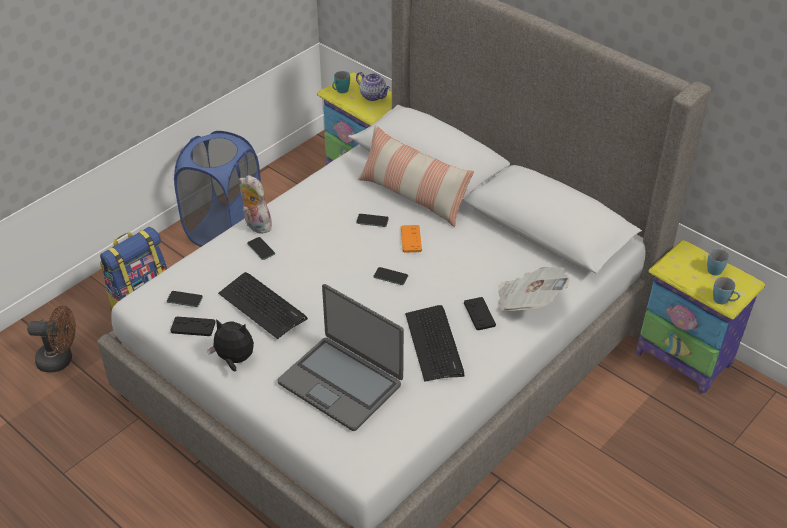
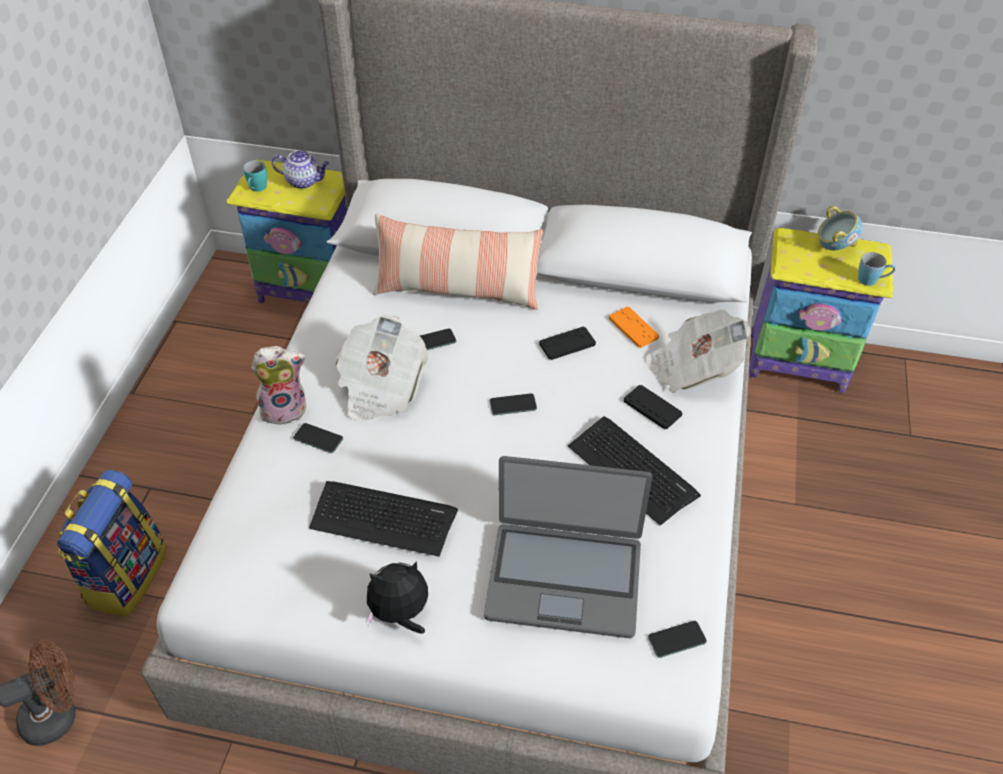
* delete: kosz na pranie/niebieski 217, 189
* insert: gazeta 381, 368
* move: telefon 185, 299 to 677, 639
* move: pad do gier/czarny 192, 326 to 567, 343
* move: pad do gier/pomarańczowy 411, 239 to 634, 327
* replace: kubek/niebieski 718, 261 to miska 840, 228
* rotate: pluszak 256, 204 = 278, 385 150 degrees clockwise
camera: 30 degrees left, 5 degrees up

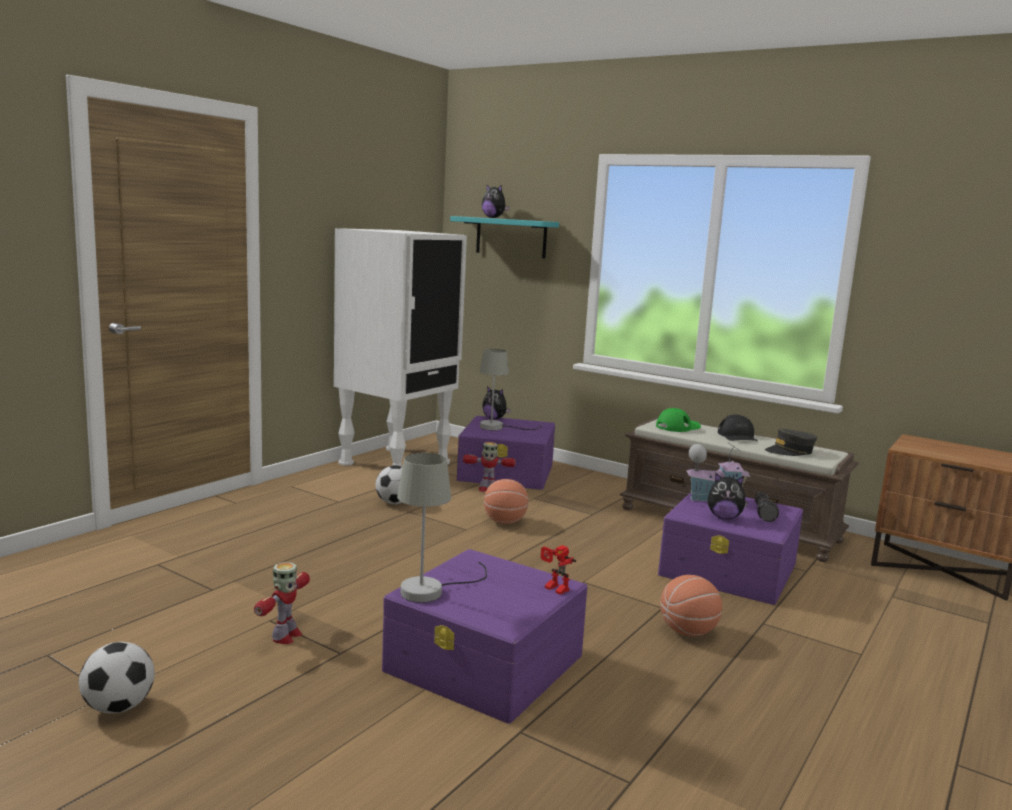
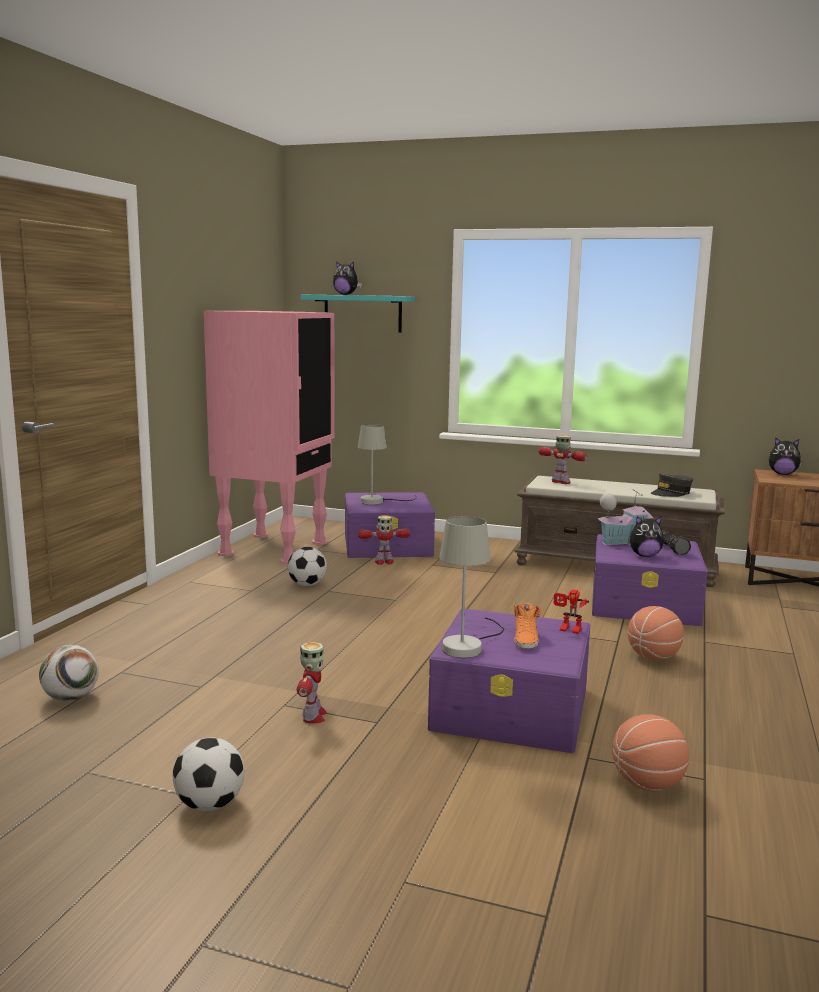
* delete: czapka z daszkiem/czarny 738, 428
* insert: piłka futbolowa 69, 673
* insert: but/pomarańczowy 527, 626
* move: pluszak 496, 403 to 785, 456
* move: piłka do koszykówki 506, 501 to 650, 752
* replace: czapka z daszkiem/zielony 678, 420 to robot zabawkowy 562, 459
* recolor: szafka/biały 400, 347 to szafka/różowy 269, 437
camera: 15 degrees left, 0 degrees up

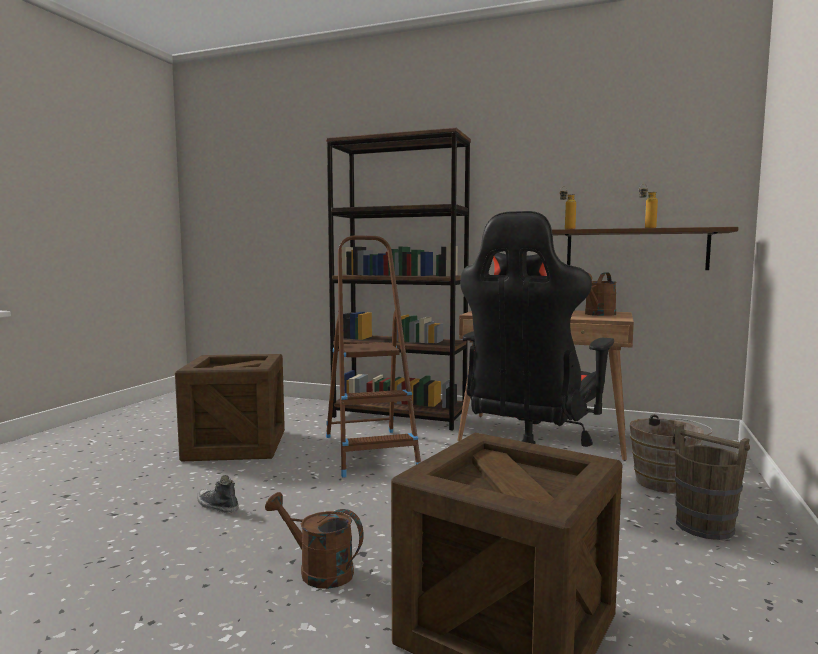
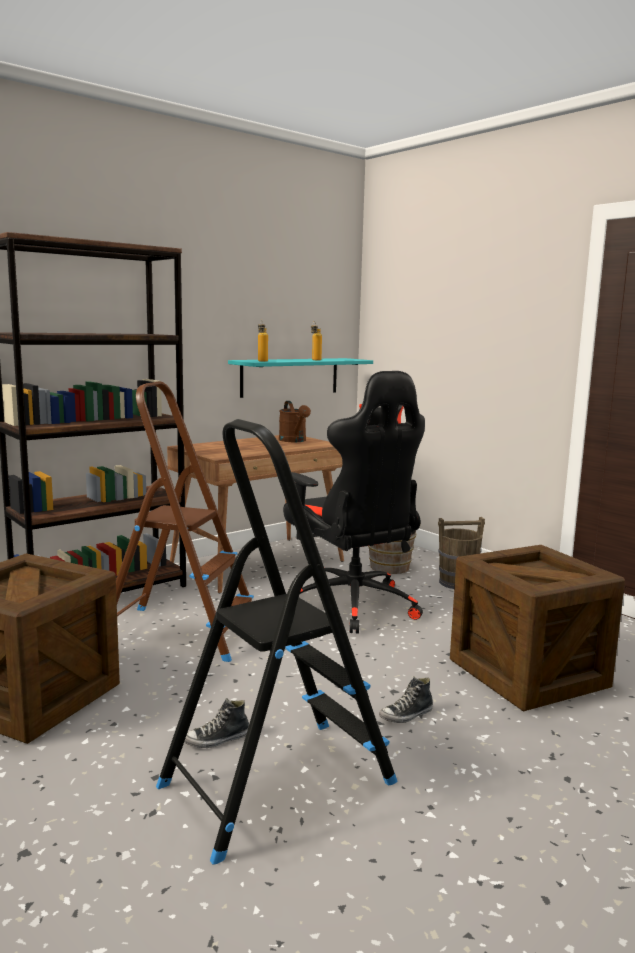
* insert: drabinka/czarny 276, 642
* replace: konewka/brązowy 314, 540 to but 406, 700
* recolor: półka/brązowy 645, 248 to półka/turkusowy 300, 378
camera: 60 degrees left, 5 degrees up

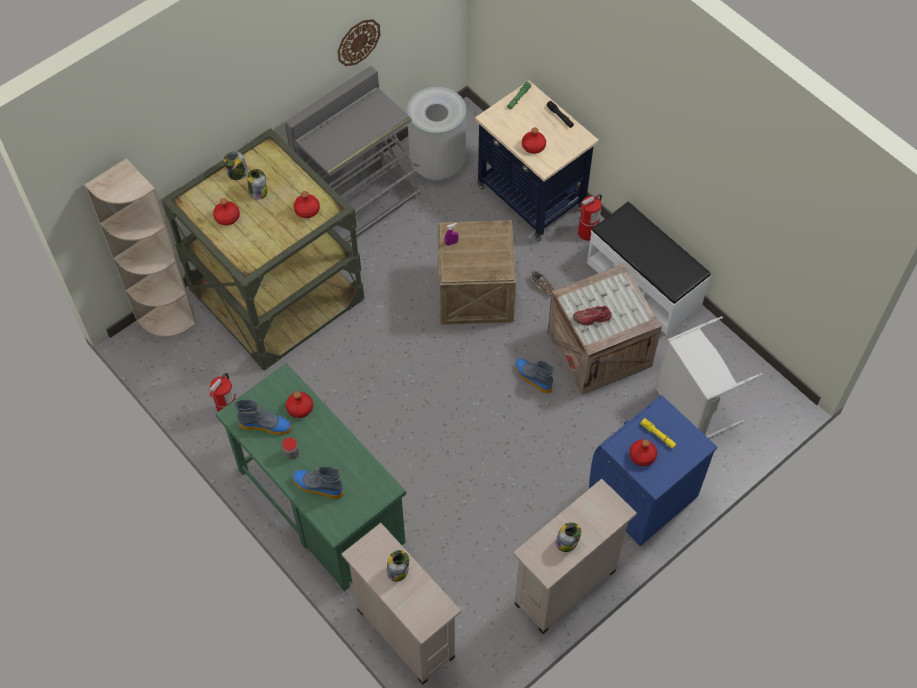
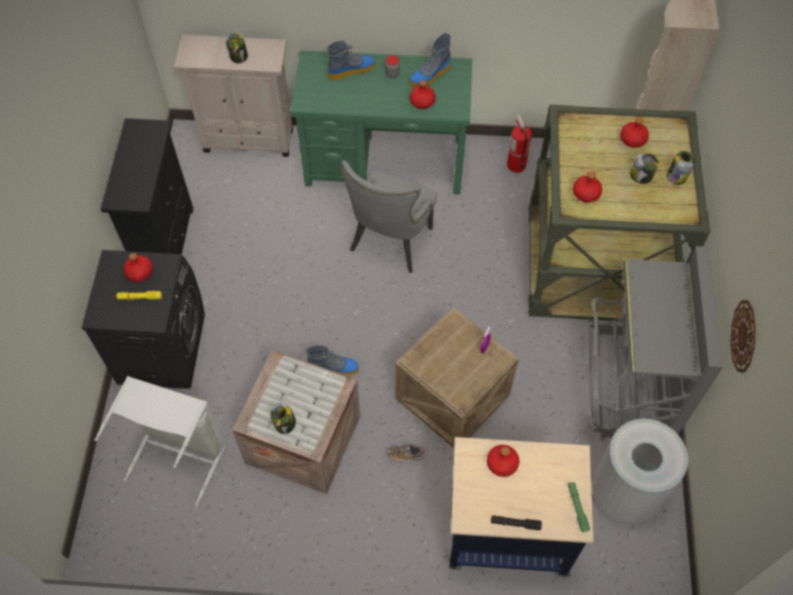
* delete: but/czerwony 592, 315
* delete: gaśnica 590, 217
* delete: ławka/biały 649, 268
* insert: krzesło/szary 389, 216
* move: słoik 568, 537 to 283, 418
* recolor: szafka/beżowy 575, 556 to szafka/czarny 147, 186
* recolor: pralka/niebieski 653, 470 to pralka/czarny 143, 319
camera: 135 degrees right, 0 degrees up

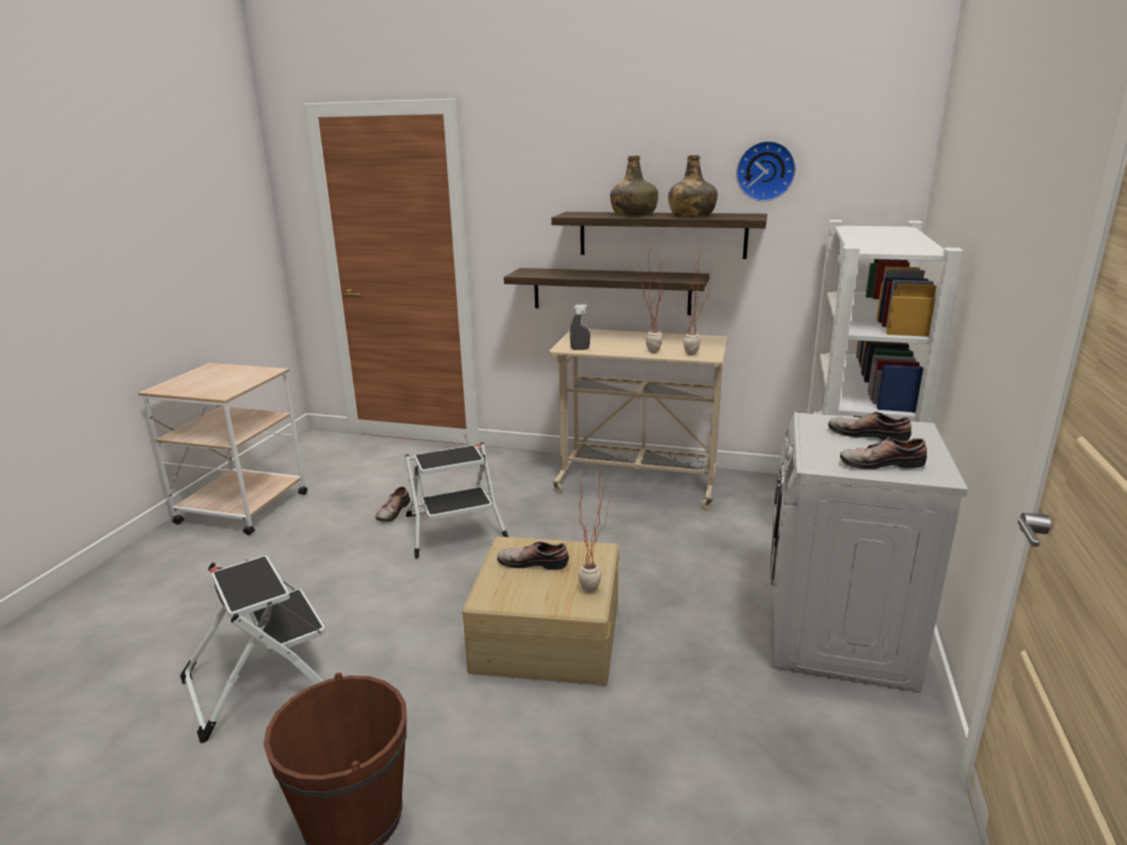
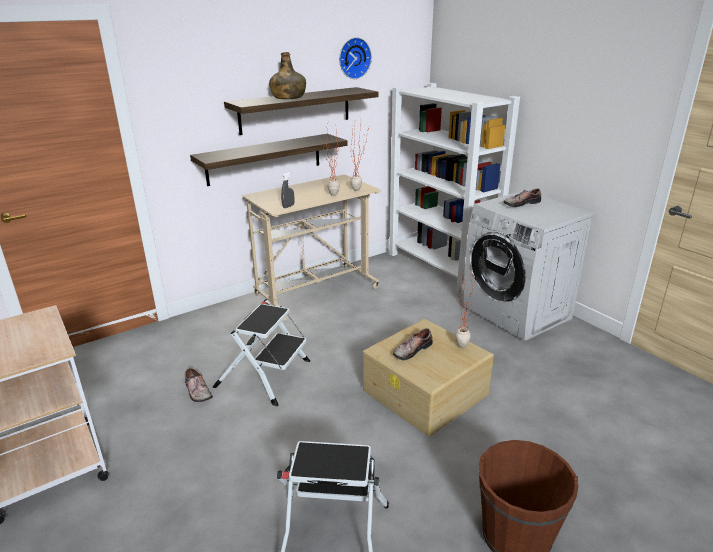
* delete: butelka/zielony 693, 186
* delete: but 883, 453
camera: 50 degrees left, 5 degrees up

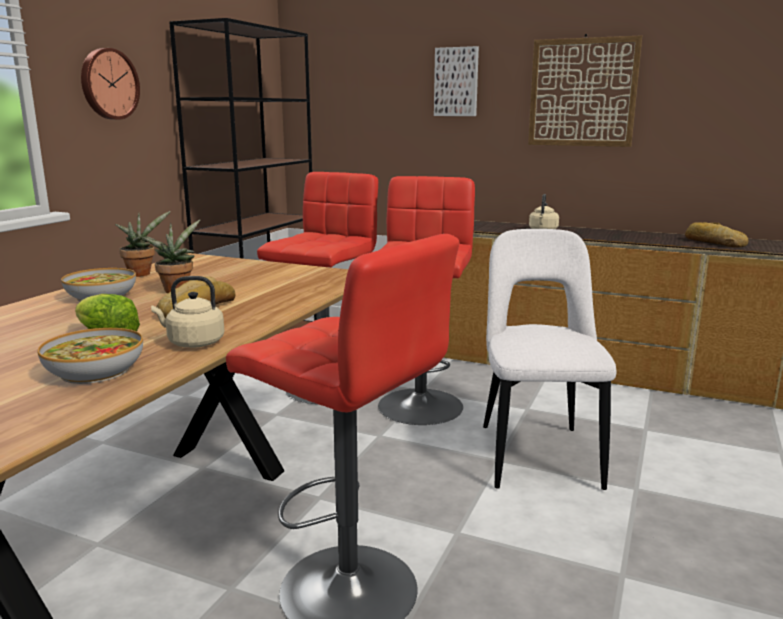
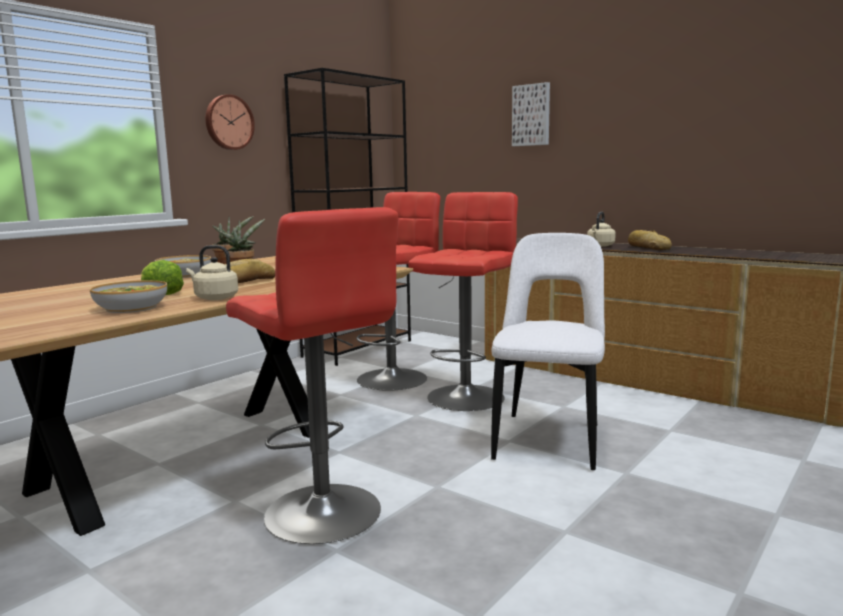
* delete: obraz 585, 90
* move: chleb 716, 235 to 650, 240
camera: 15 degrees right, 5 degrees down

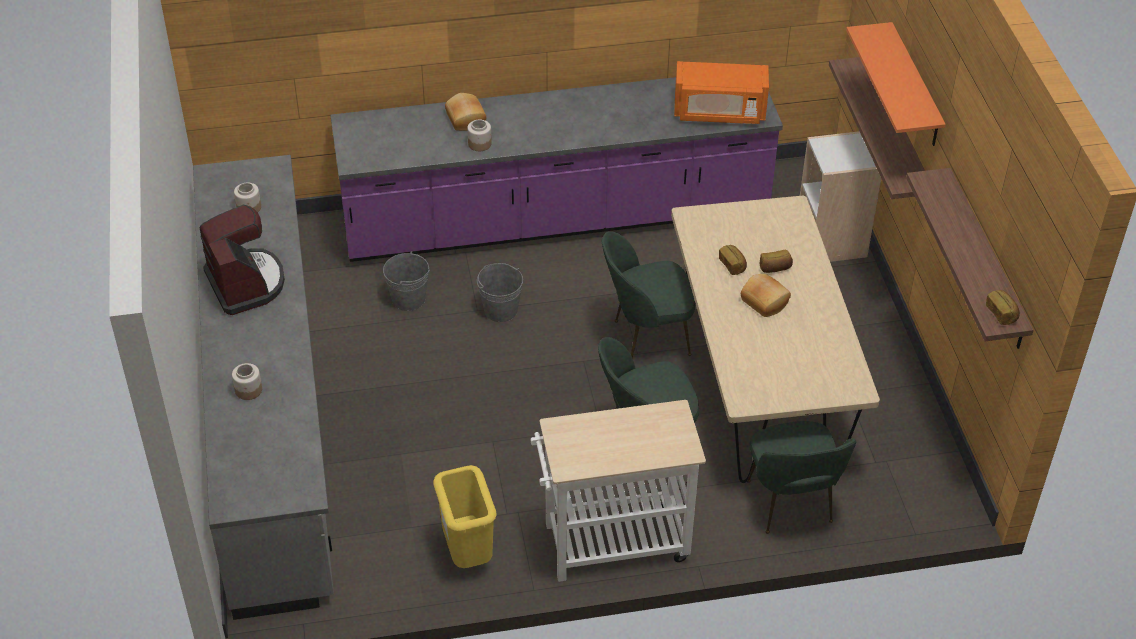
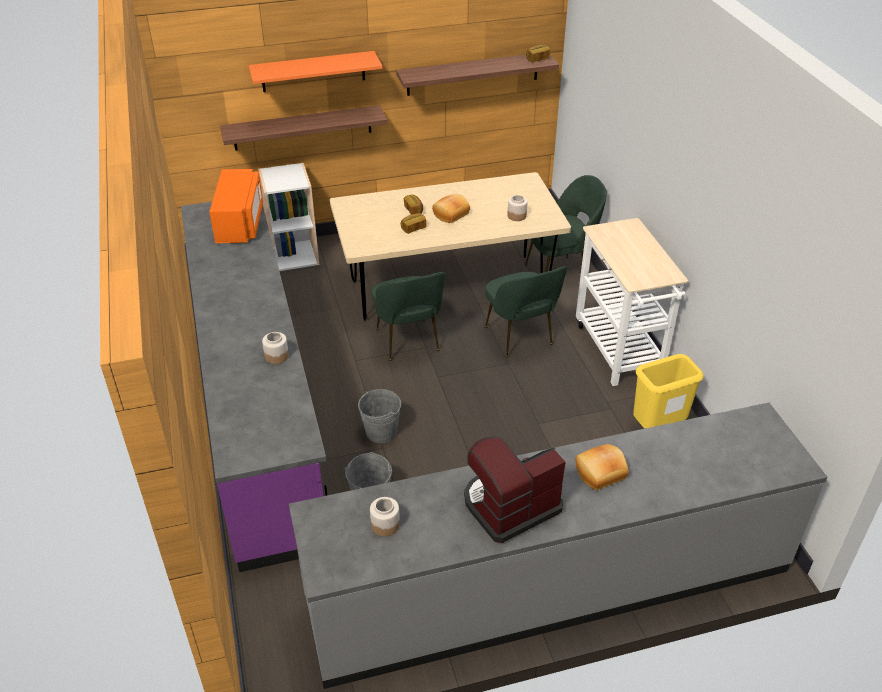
* move: słoik 247, 381 to 517, 208
* move: chleb 465, 112 to 602, 467
camera: 95 degrees left, 5 degrees down

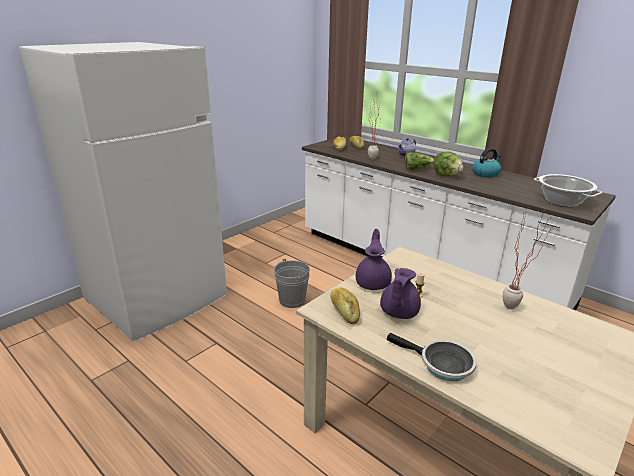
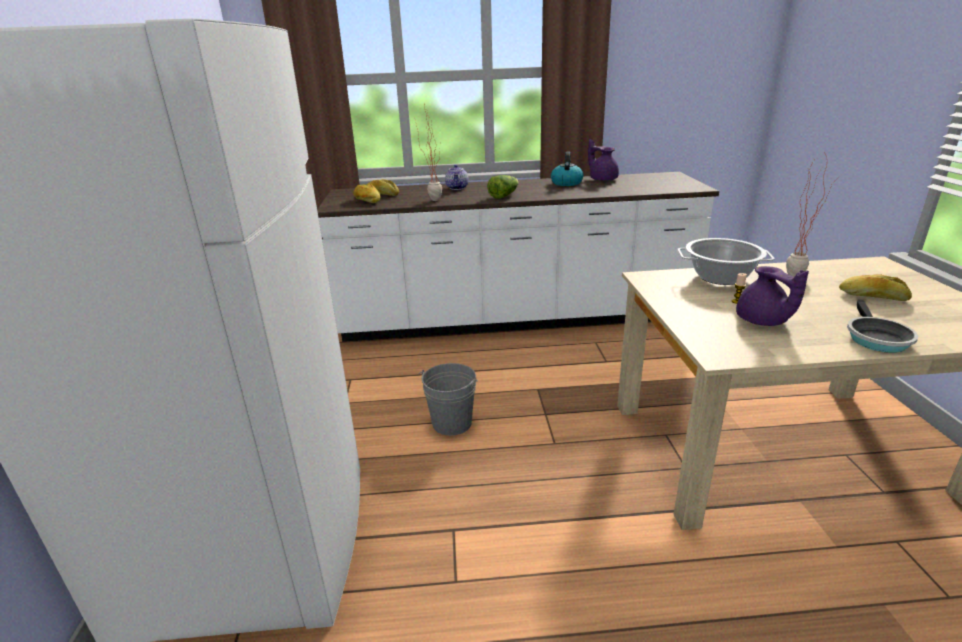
* delete: sałata 448, 164
* move: chleb 345, 306 to 875, 287
* move: imbryk/fioletowy 374, 259 to 603, 160
* move: garnek 568, 190 to 726, 261
* rotate: patelnia 431, 357 = 882, 326 120 degrees clockwise
camera: 45 degrees left, 0 degrees up

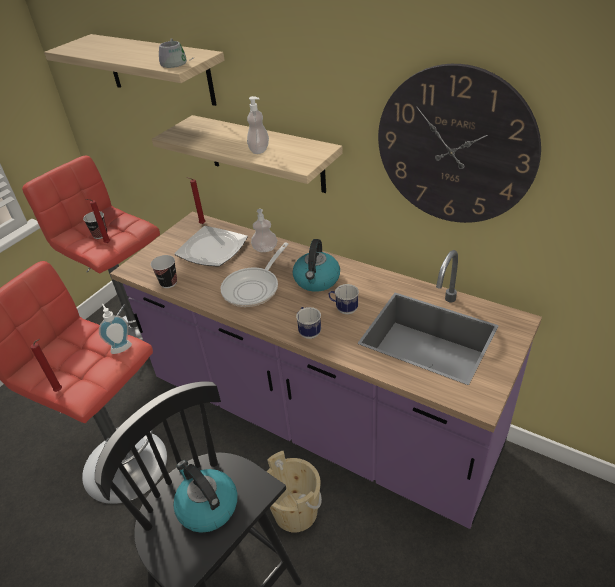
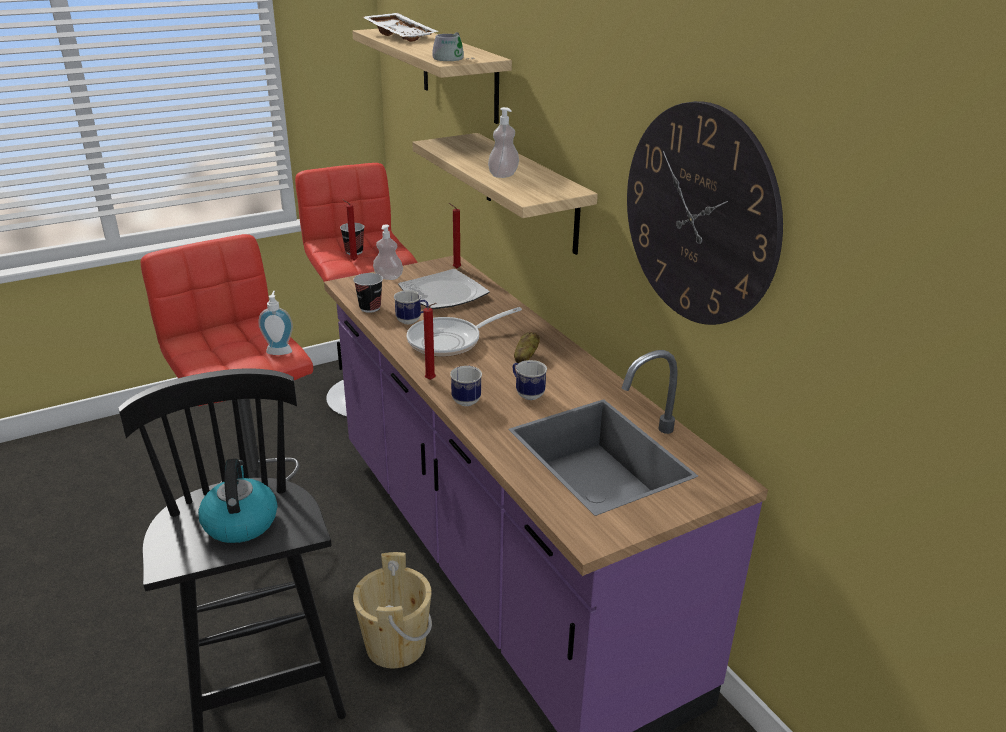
* insert: taca/biały 400, 27
* insert: kubek 411, 307
* move: świeca/czerwony 46, 365 to 430, 341
* move: dozownik mydła 264, 230 to 388, 252
* replace: czajnik 316, 265 to ziemniak 527, 347
camera: 25 degrees right, 10 degrees down

